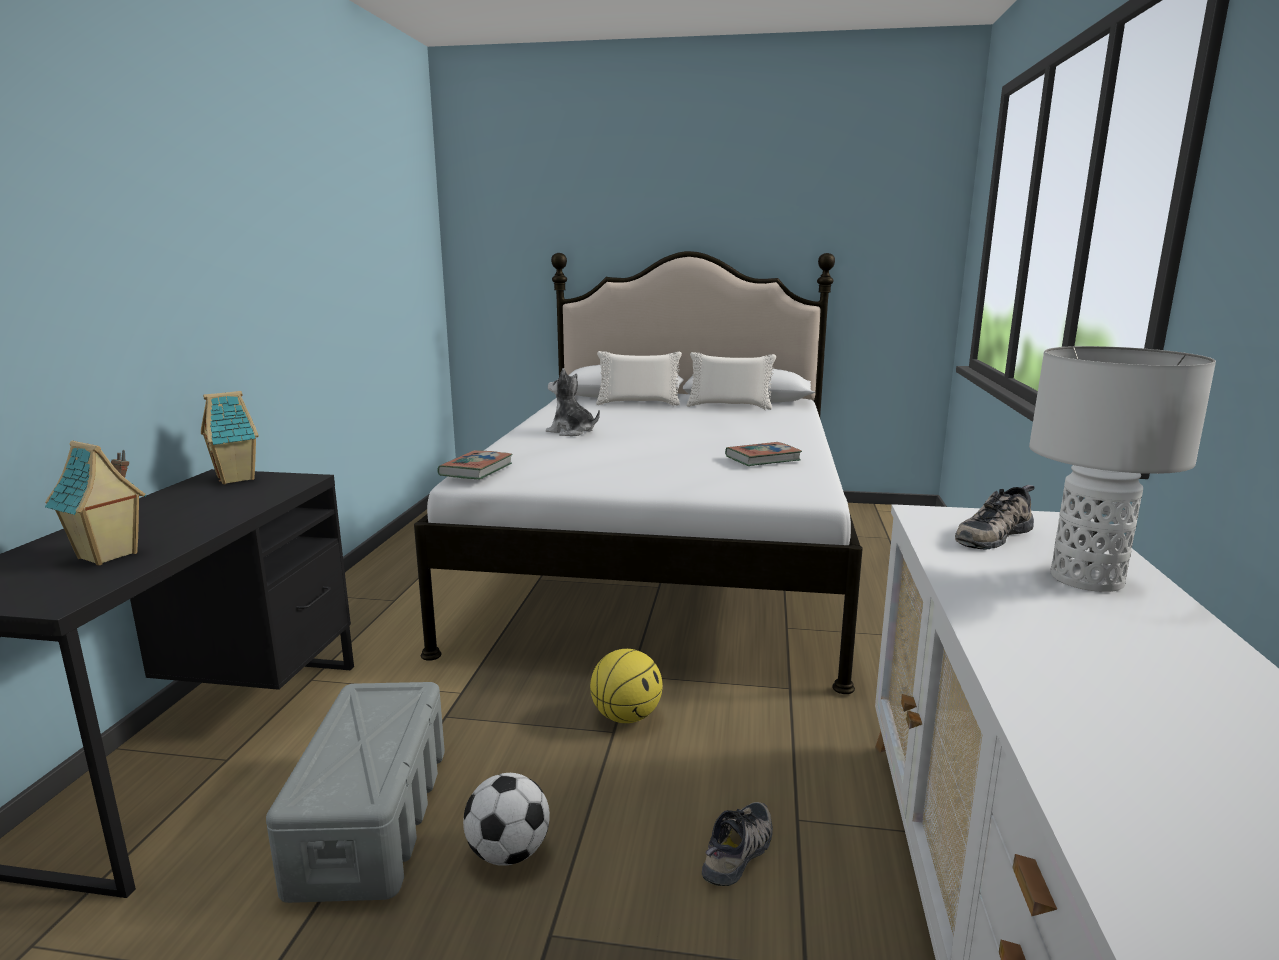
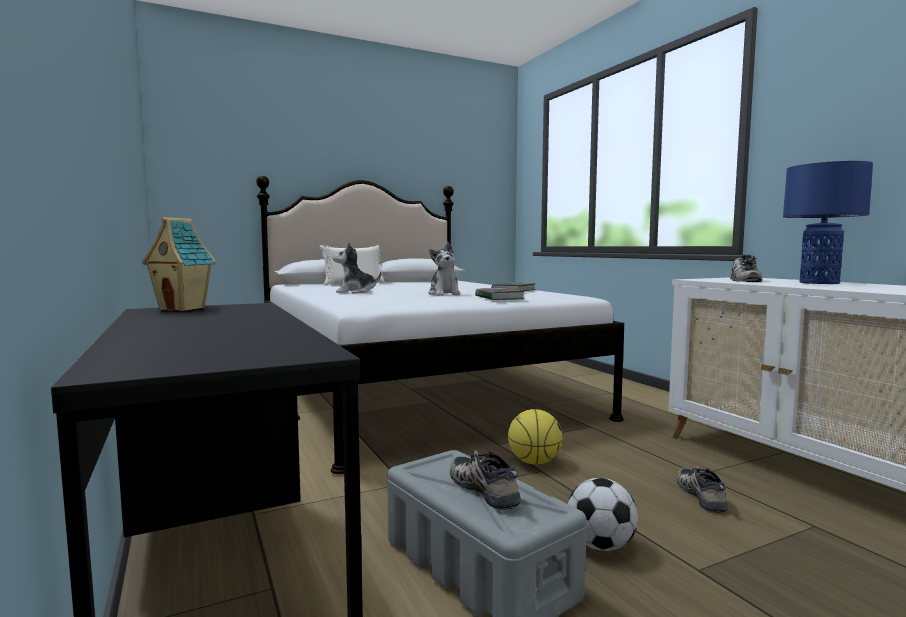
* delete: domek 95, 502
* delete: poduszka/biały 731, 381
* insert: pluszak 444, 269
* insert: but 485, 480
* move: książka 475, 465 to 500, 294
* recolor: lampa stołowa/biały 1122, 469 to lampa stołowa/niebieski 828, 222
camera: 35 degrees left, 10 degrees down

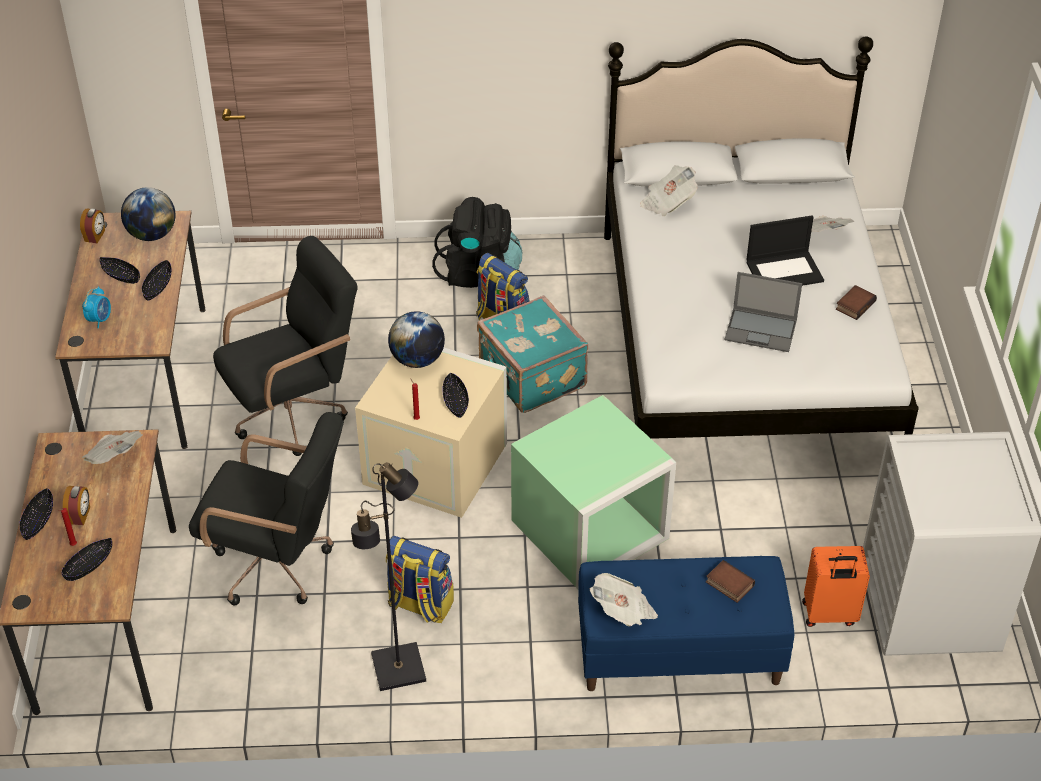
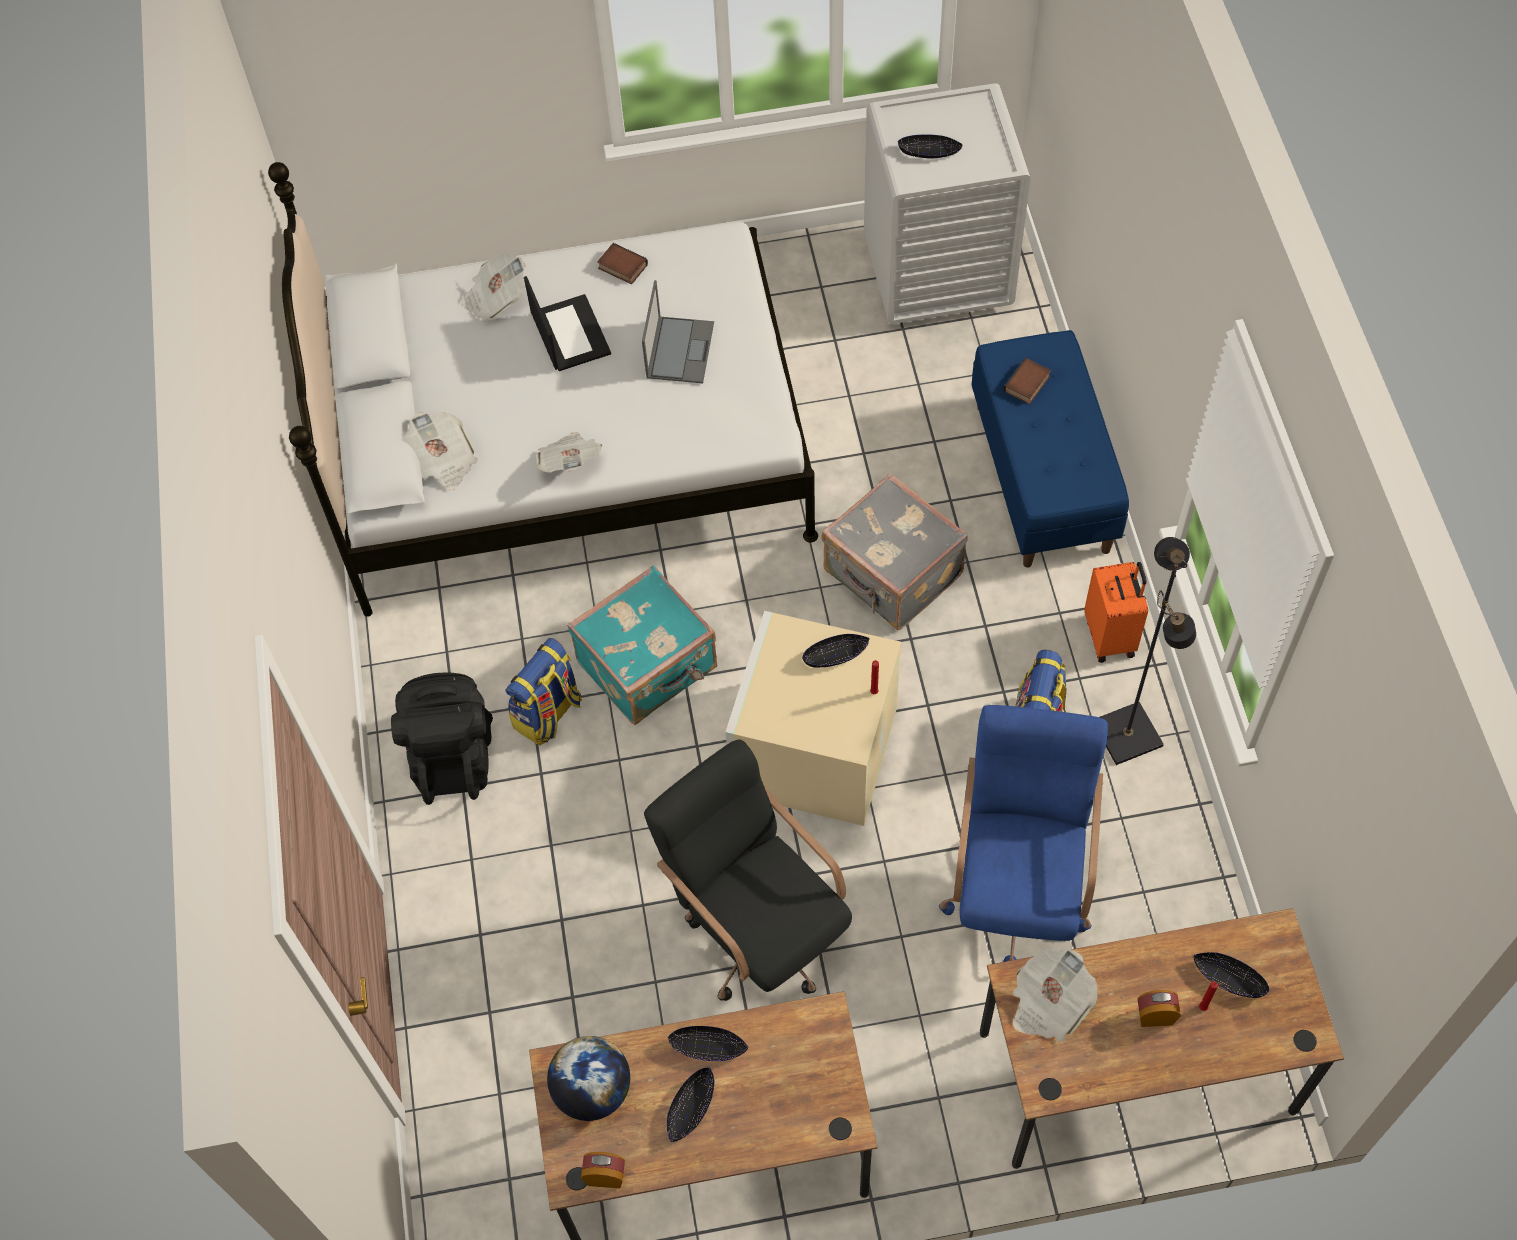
* delete: budzik 96, 307
* delete: globus 416, 339
* move: miska/czarny 36, 514 to 930, 146
* move: gazeta 624, 599 to 569, 452
* move: walizka/pomarańczowy 836, 586 to 1116, 612
* replace: pojemnik do przechowywania/zielony 593, 492 to walizka/szary 894, 552
* recolor: krzesło biurowe/czarny 266, 508 to krzesło biurowe/niebieski 1023, 833
camera: 95 degrees left, 15 degrees up

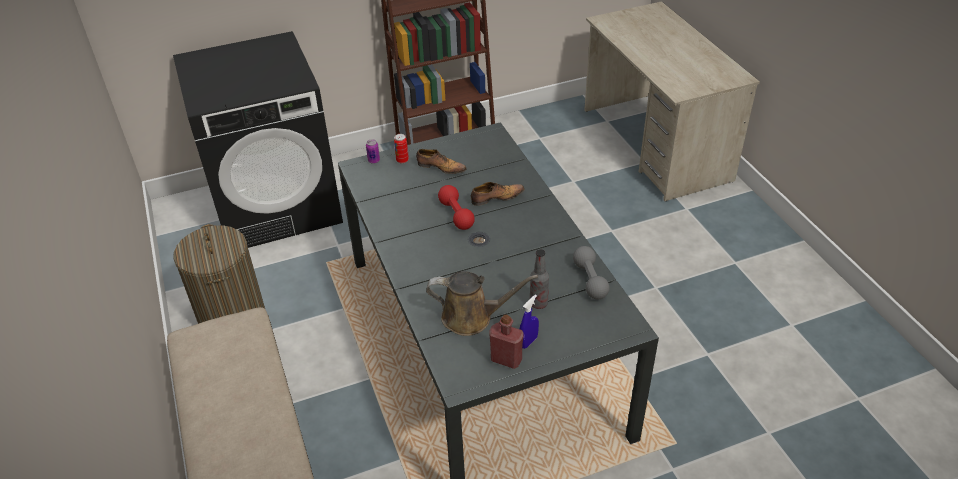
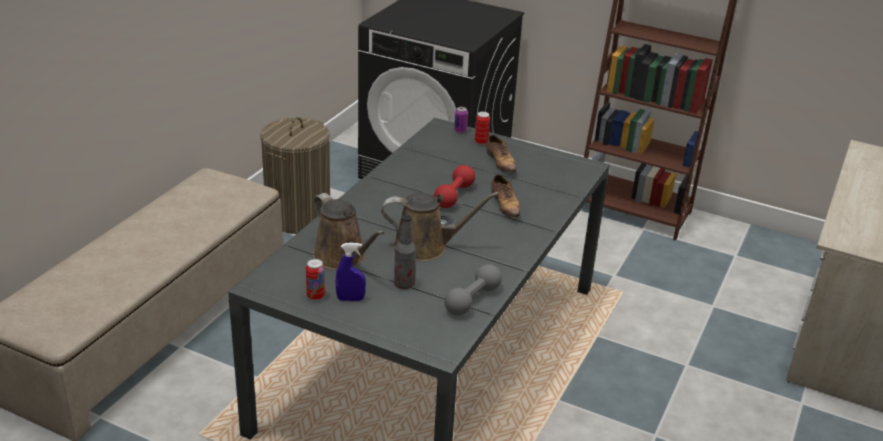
* insert: konewka/brązowy 440, 226
* replace: butelka/czerwony 506, 342 to puszka 315, 280
* rotate: but 498, 194 = 505, 196 45 degrees clockwise
camera: 45 degrees right, 10 degrees down

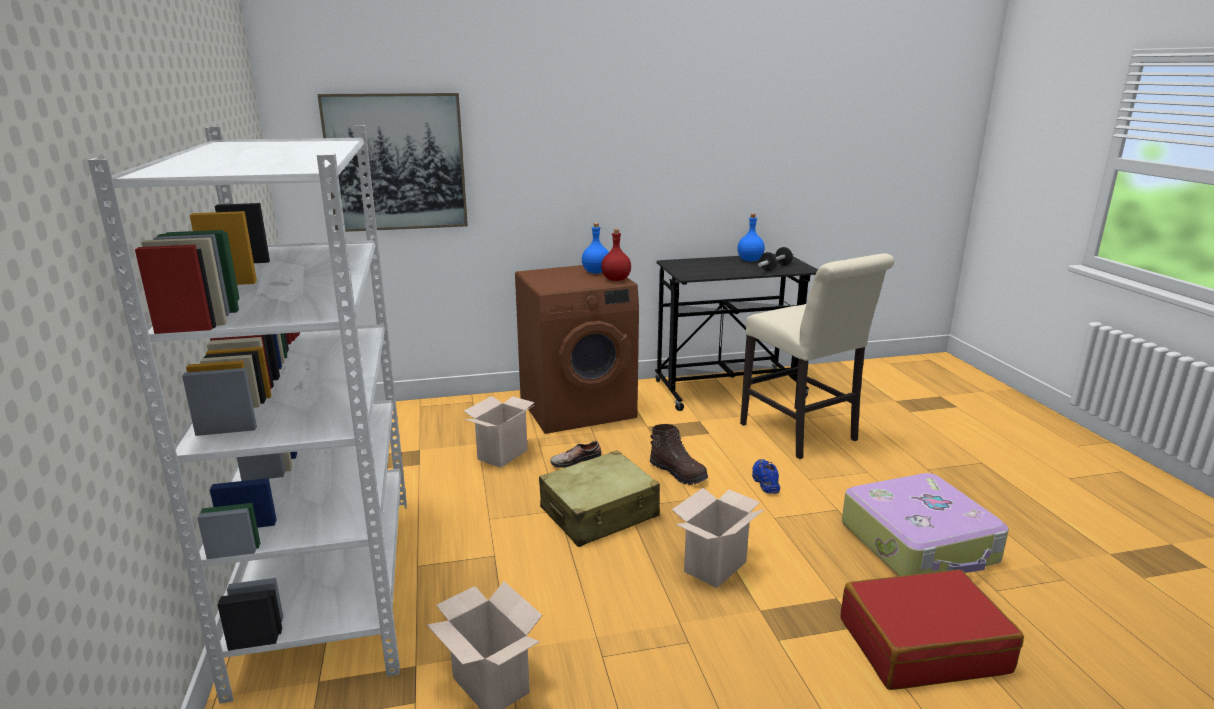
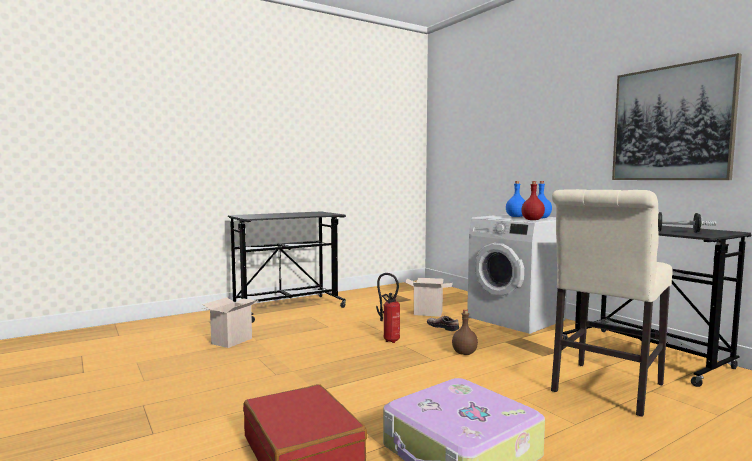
* delete: karton 718, 538
* delete: but/niebieski 766, 476
* move: obraz 392, 162 to 677, 116
* move: butelka/niebieski 751, 237 to 515, 199
* replace: regał/biały 247, 414 to biurko/czarny 287, 267
* replace: walizka/beżowy 599, 498 to gaśnica 388, 308
* replace: but z cholewką/brązowy 679, 454 to butelka/brązowy 465, 332
* recolor: pralka/brązowy 577, 349 to pralka/biały 517, 274
camera: 70 degrees right, 15 degrees down

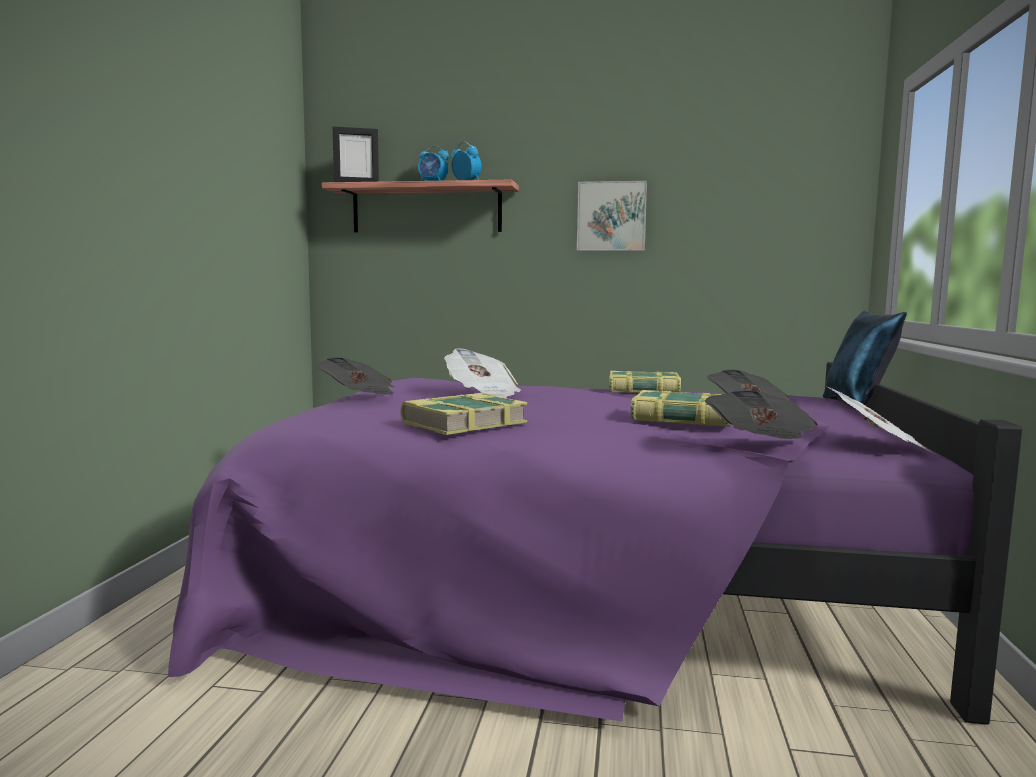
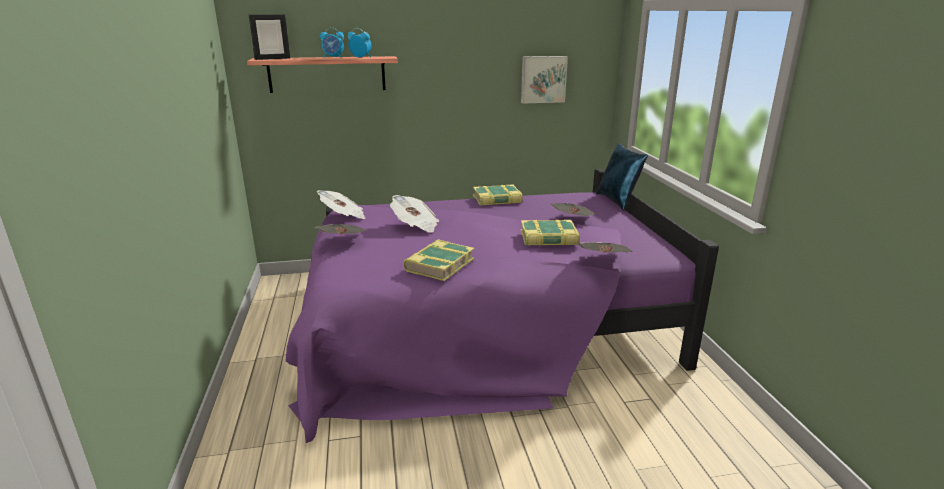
* move: obraz 612, 216 to 544, 80
* move: gazeta 882, 420 to 341, 204
camera: 20 degrees left, 15 degrees up

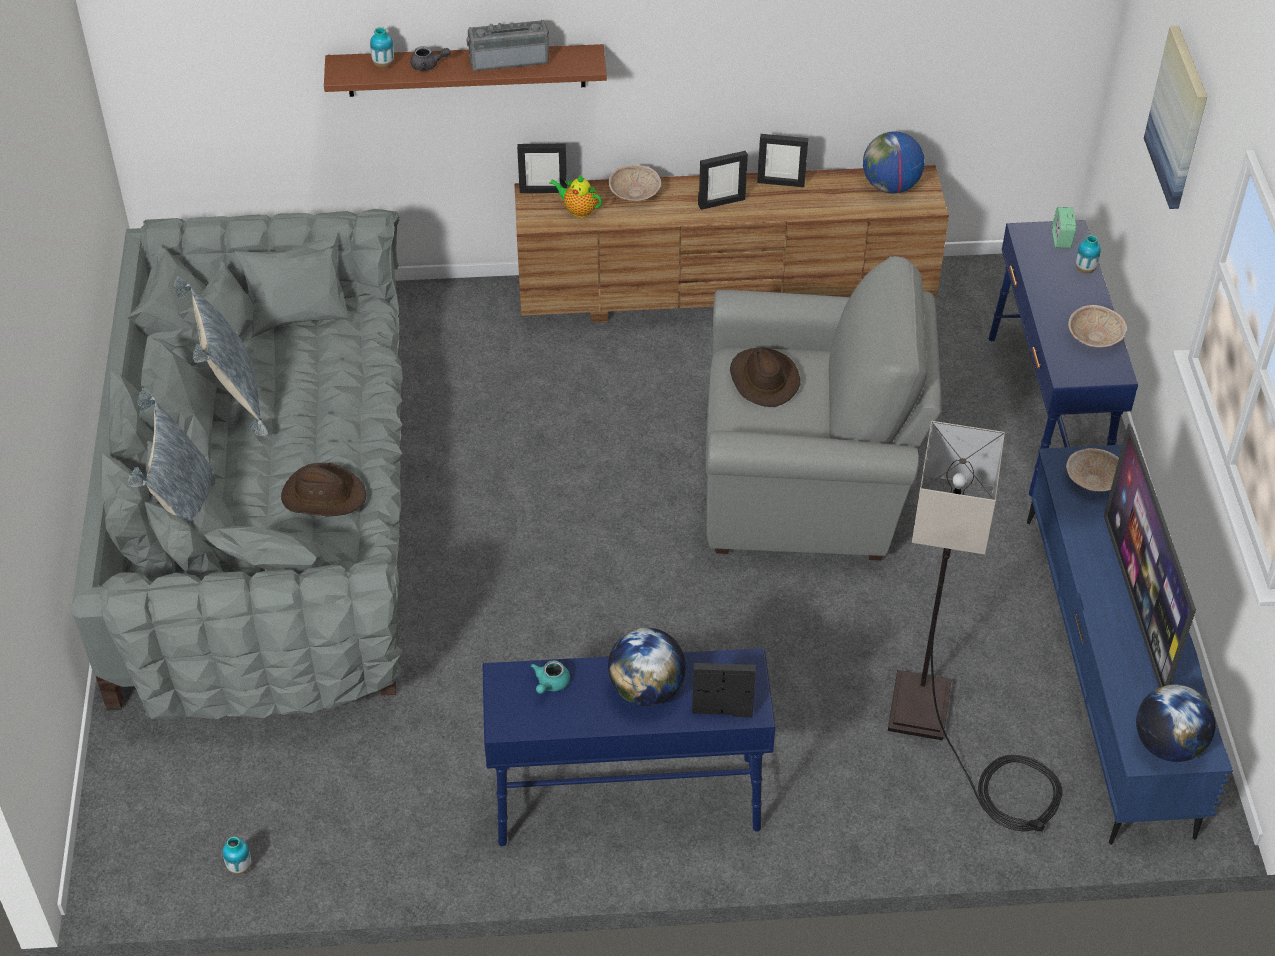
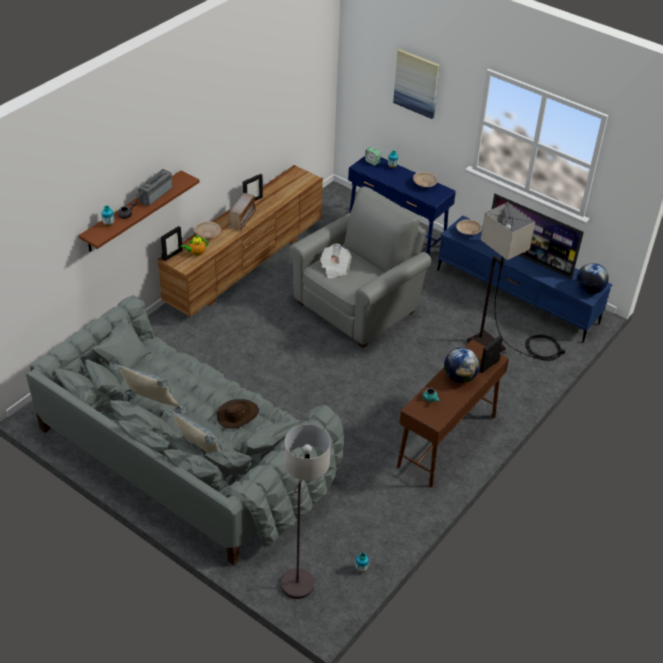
* delete: globus 894, 162
* insert: lampa stojąca/szary 306, 511
* replace: ramka na zdjęcie 723, 180 to radio 242, 211
* replace: kapelusz/brązowy 765, 377 to gazeta 336, 261
* recolor: stolik konsolowy/niebieski 629, 747 to stolik konsolowy/brązowy 453, 413
camera: 50 degrees left, 5 degrees down

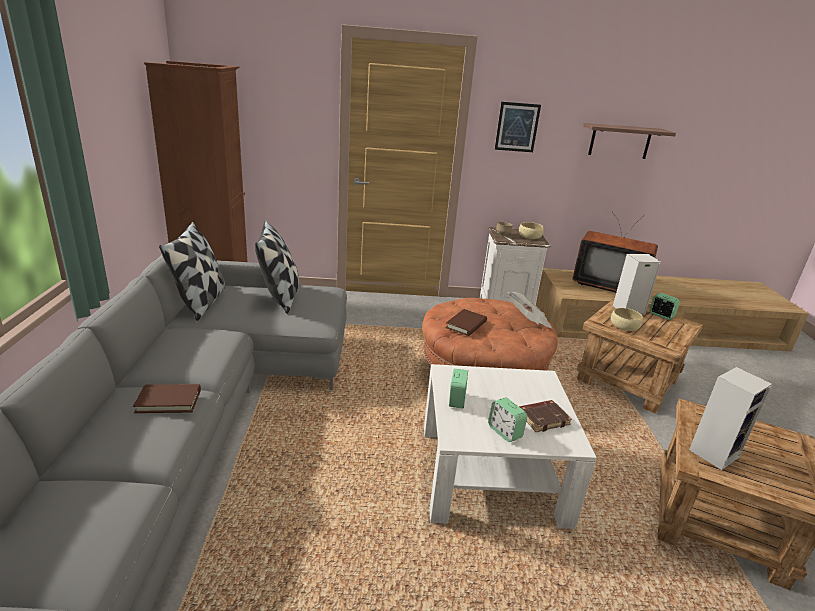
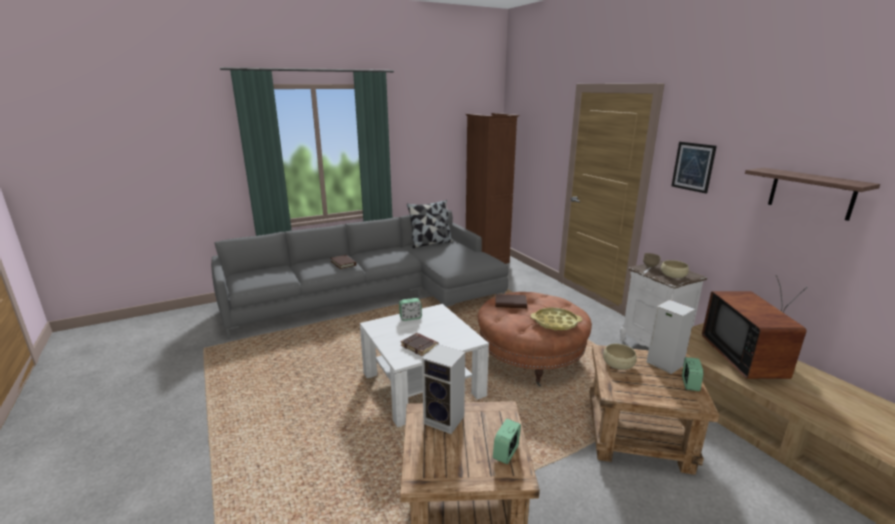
* delete: poduszka 277, 267
* move: budzik 507, 419 to 507, 441
* replace: gazeta 529, 310 to taca/żółty 556, 319
camera: 65 degrees right, 5 degrees down

